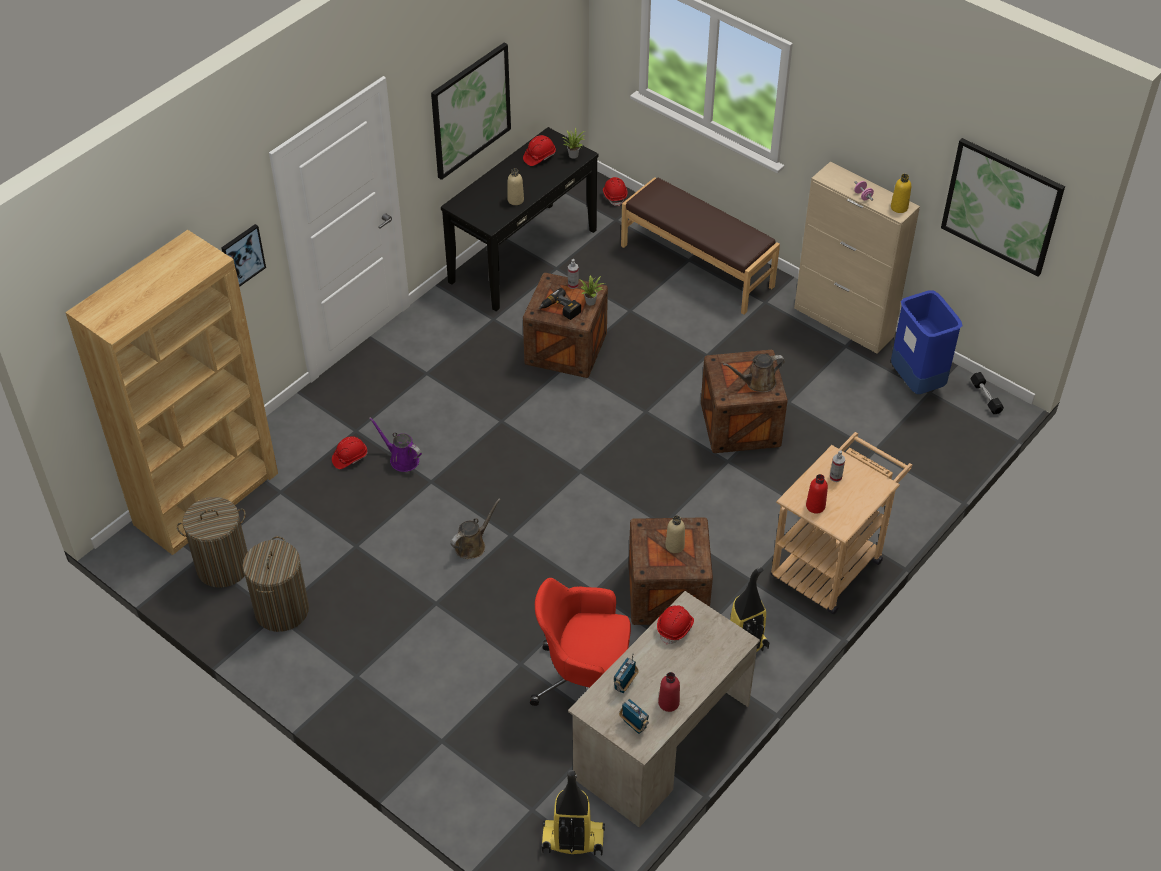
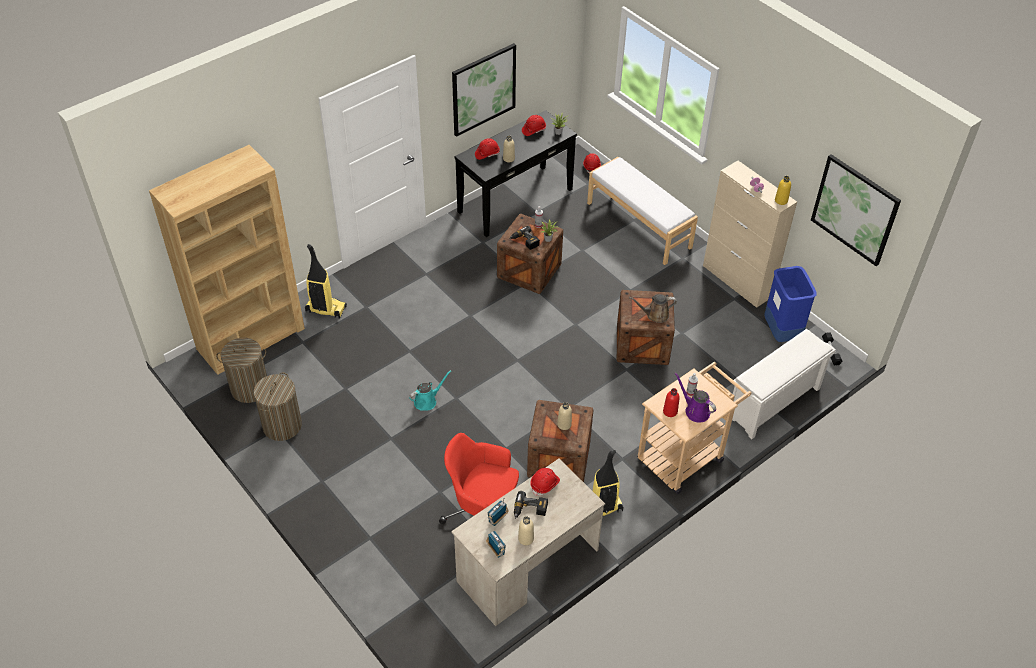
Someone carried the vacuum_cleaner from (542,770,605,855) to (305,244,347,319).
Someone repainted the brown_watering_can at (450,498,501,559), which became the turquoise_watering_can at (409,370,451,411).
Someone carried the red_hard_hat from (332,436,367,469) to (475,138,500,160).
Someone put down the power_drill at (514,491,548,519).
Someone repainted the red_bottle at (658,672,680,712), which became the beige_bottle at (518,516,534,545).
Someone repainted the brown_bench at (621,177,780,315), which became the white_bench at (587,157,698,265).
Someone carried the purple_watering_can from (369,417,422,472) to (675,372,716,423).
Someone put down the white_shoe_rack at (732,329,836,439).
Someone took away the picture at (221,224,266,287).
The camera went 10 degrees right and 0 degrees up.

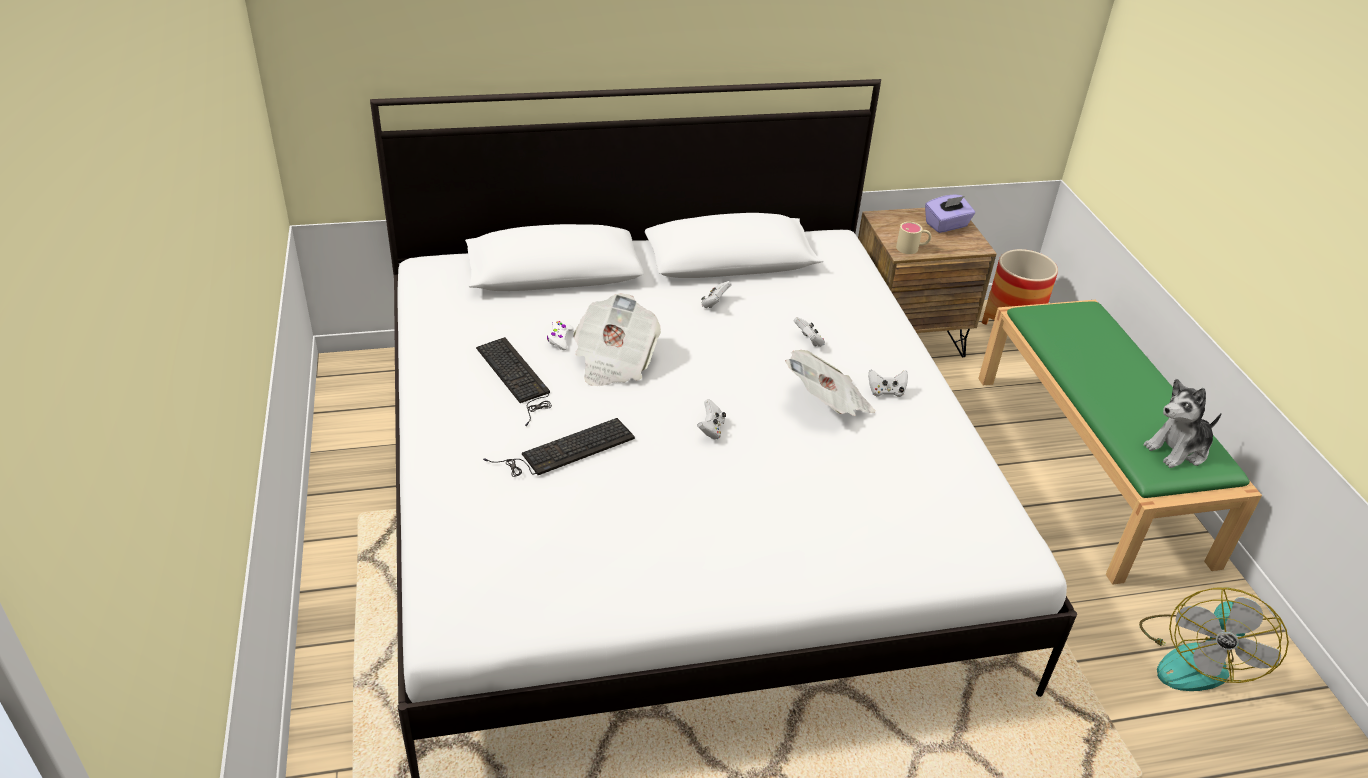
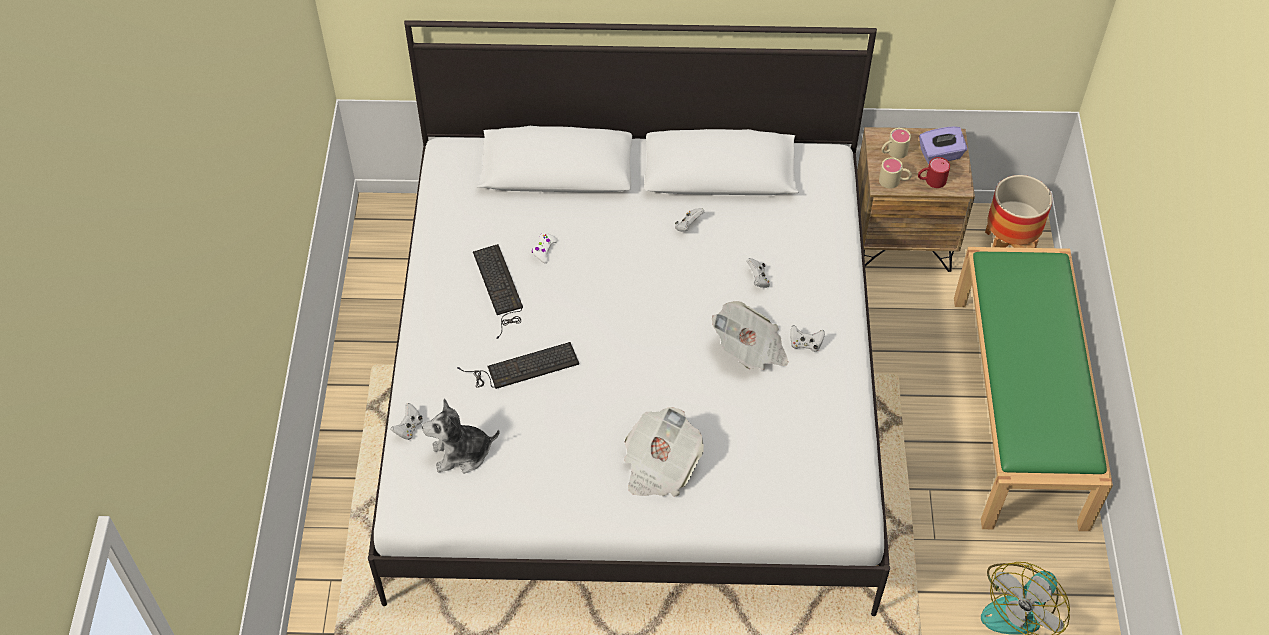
Someone carried the white_game_controller from (697,399,726,439) to (391,403,423,440).
Someone carried the plush_toy from (1143,379,1222,468) to (422,399,500,474).
Someone carried the newspaper from (573,293,661,386) to (624,407,704,497).
Someone put down the beige_mug at (882,128,911,159).
Someone put down the red_mug at (918,157,950,188).
The camera went 15 degrees right and 15 degrees up.

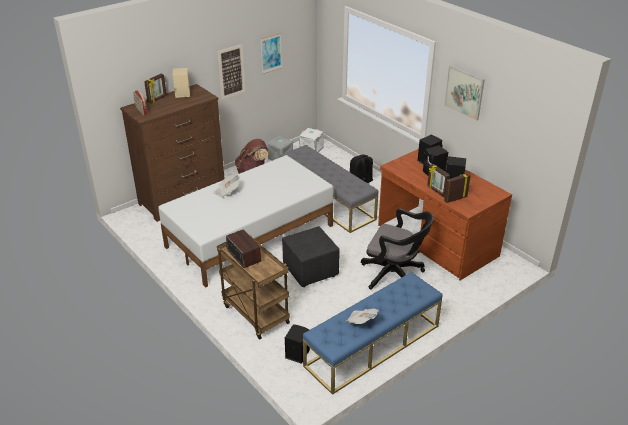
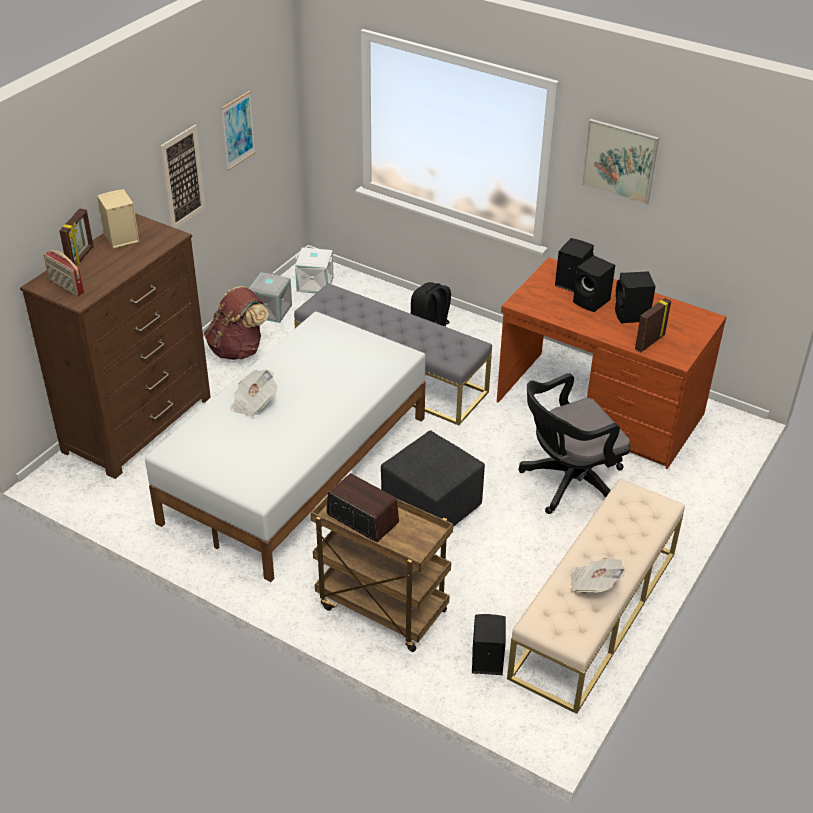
Someone repainted the blue_bench at (303,272,443,395), which became the beige_bench at (507,478,685,714).
Someone rotated the black_office_chair at (361,208,434,289) by 150 degrees clockwise.
Someone took away the picture_frame at (427,164,450,197).
The camera went 20 degrees left and 5 degrees up.

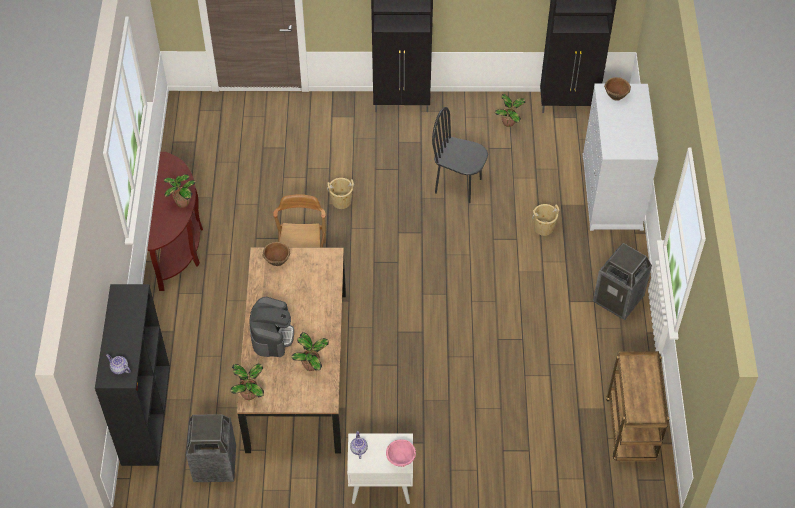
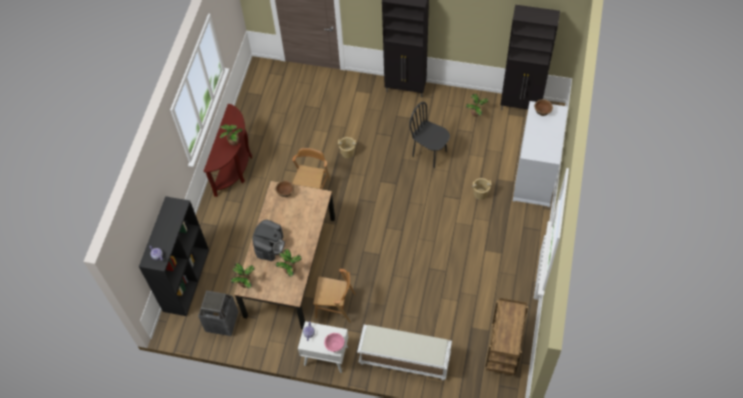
Someone put down the brown_chair at (313,269,356,323).
Someone put down the white_bench at (357,325,452,380).
Someone took away the trash_can at (593,243,652,320).
The camera went 15 degrees right and 5 degrees up.

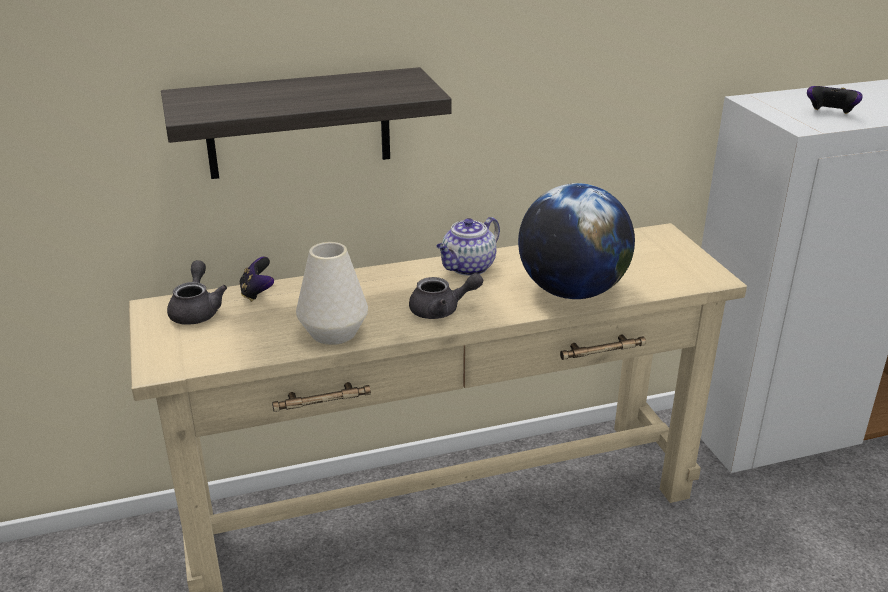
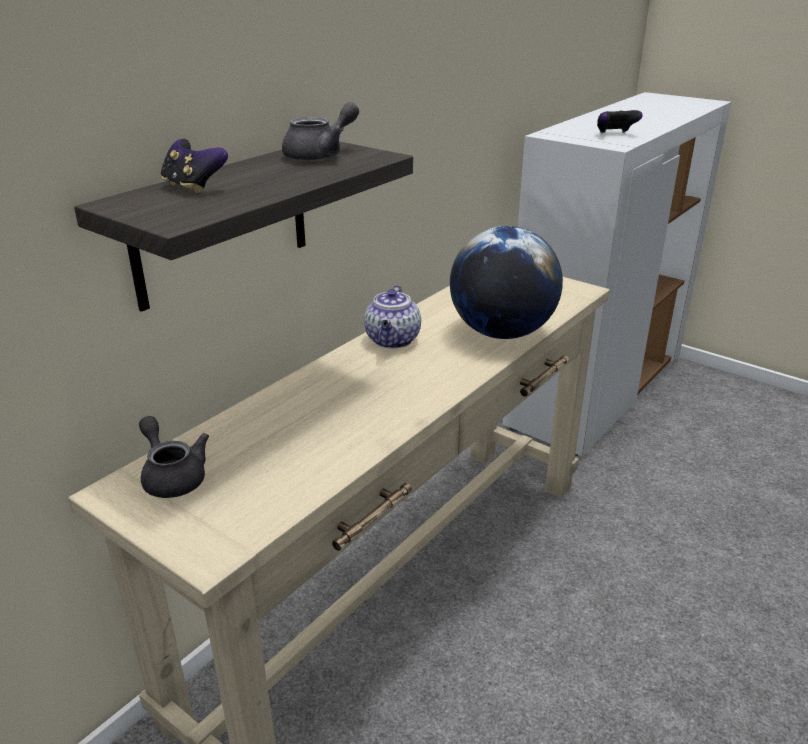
Someone carried the game_controller from (239,257,274,302) to (161,139,228,194).
Someone carried the grey_teapot from (409,273,483,319) to (282,102,359,161).
Someone took away the white_vase at (296,242,368,345).
The camera went 35 degrees left and 0 degrees up.

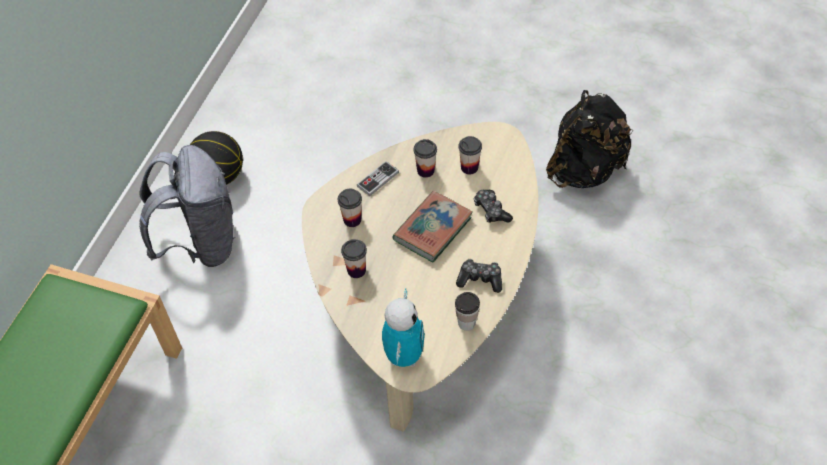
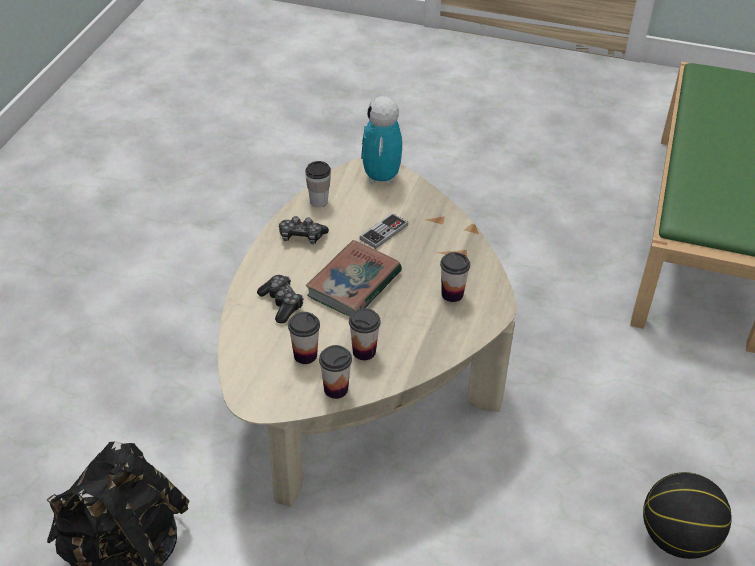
Someone carried the cup from (341,239,367,278) to (319,345,352,399).
Someone carried the game_controller from (357,161,399,196) to (360,213,408,249).
Someone took away the grey_backpack at (139,145,235,267).
The camera went 175 degrees right and 10 degrees down.

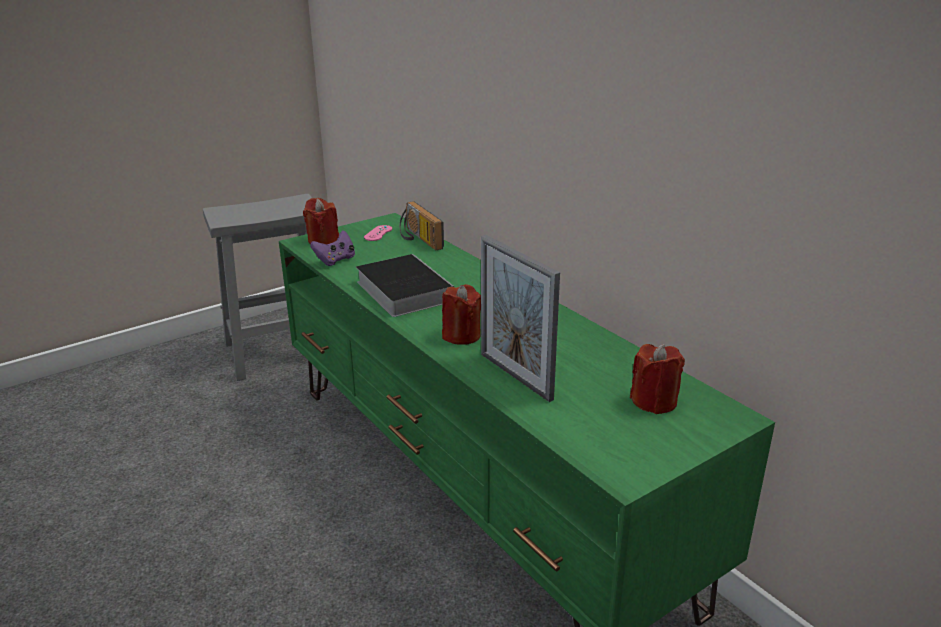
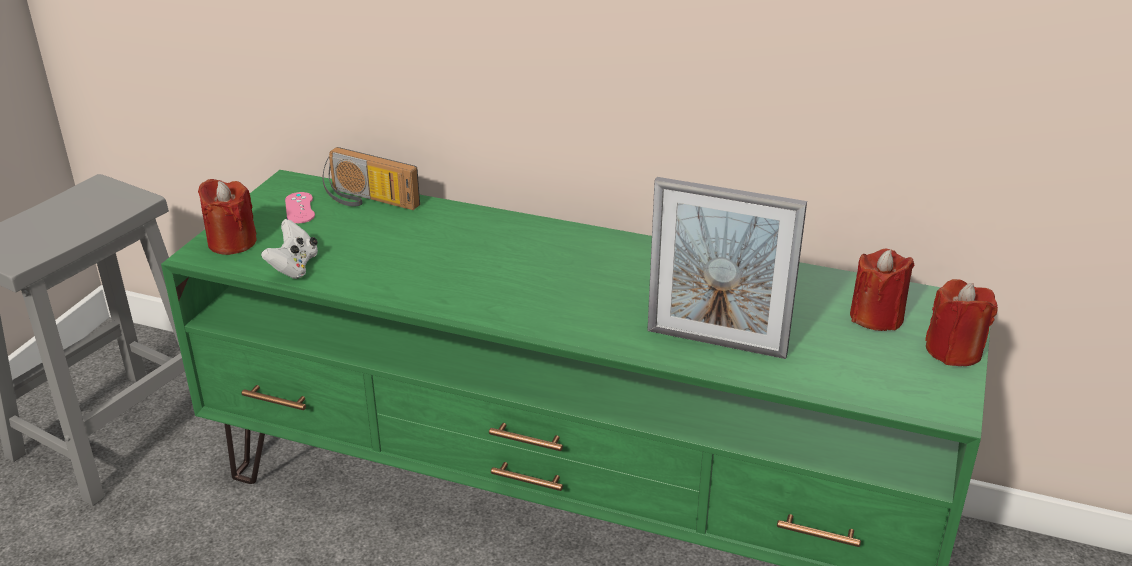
Someone repainted the purple_game_controller at (310,230,355,266), which became the white_game_controller at (261,219,318,279).
Someone carried the red_candle from (442,284,481,345) to (925,279,998,366).
Someone took away the book at (356,254,454,317).
The camera went 35 degrees left and 5 degrees up.

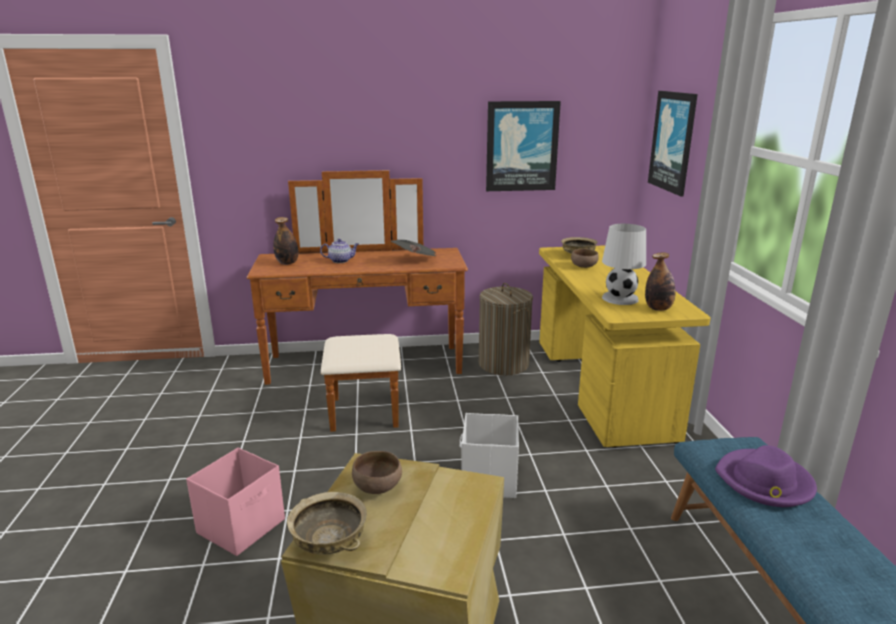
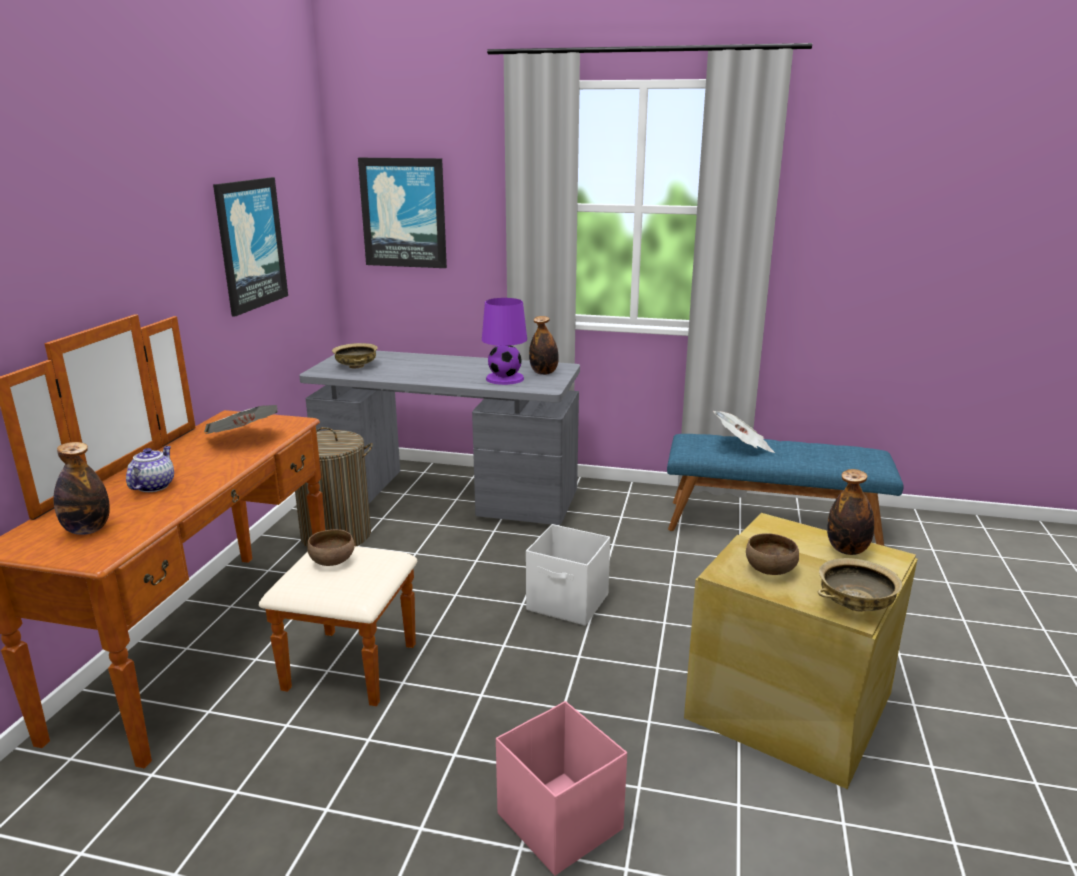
Someone repainted the yellow_desk at (539,245,711,448), which became the grey_desk at (299,351,580,525).
Someone carried the brown_bowl from (571,249,599,268) to (307,529,355,566).
Someone repainted the white_table_lamp at (602,224,646,305), which became the purple_table_lamp at (482,298,527,385).
Someone swapped the purple_hat at (715,445,817,507) for the newspaper at (713,411,775,453).
Someone put down the bottle at (827,469,874,555).
The camera went 70 degrees left and 0 degrees up.

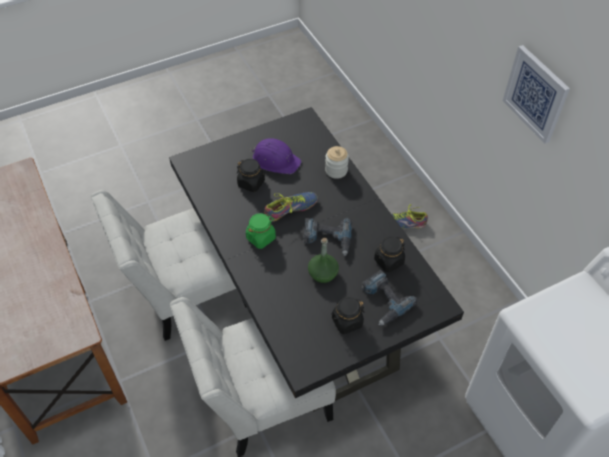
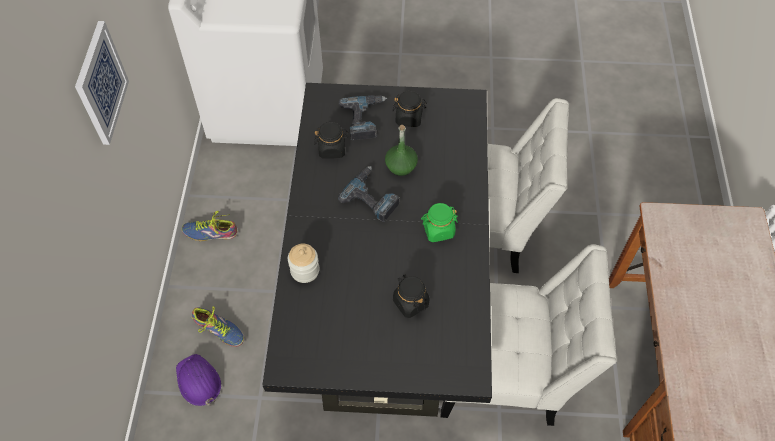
Someone carried the purple_hard_hat from (250,138,301,174) to (176,354,221,406).
Someone carried the shoe from (264,192,318,222) to (182,211,237,241).
The camera went 150 degrees left and 5 degrees up.

